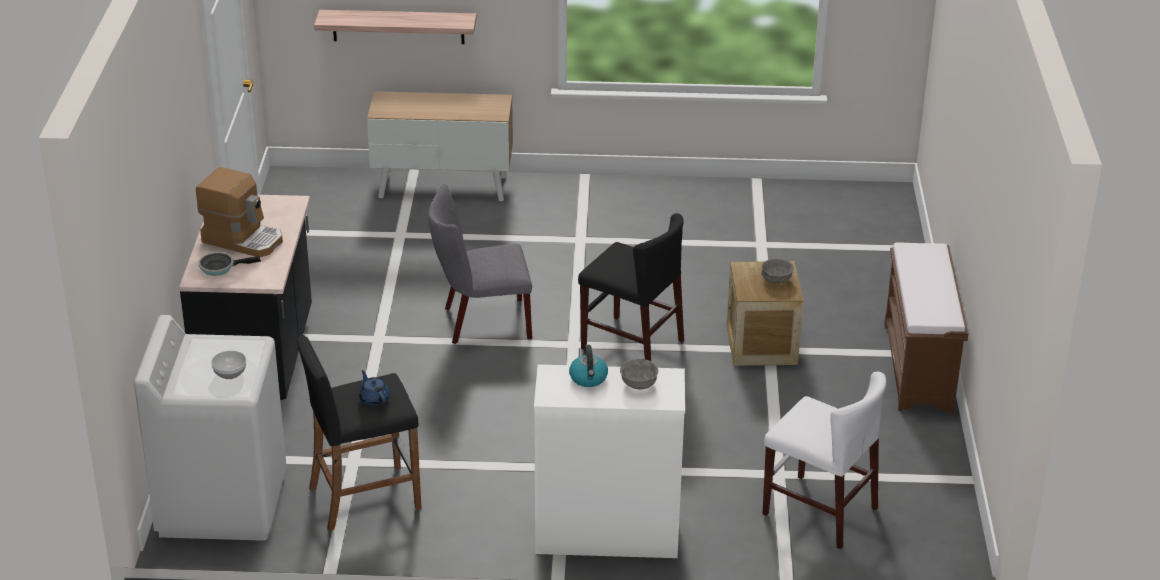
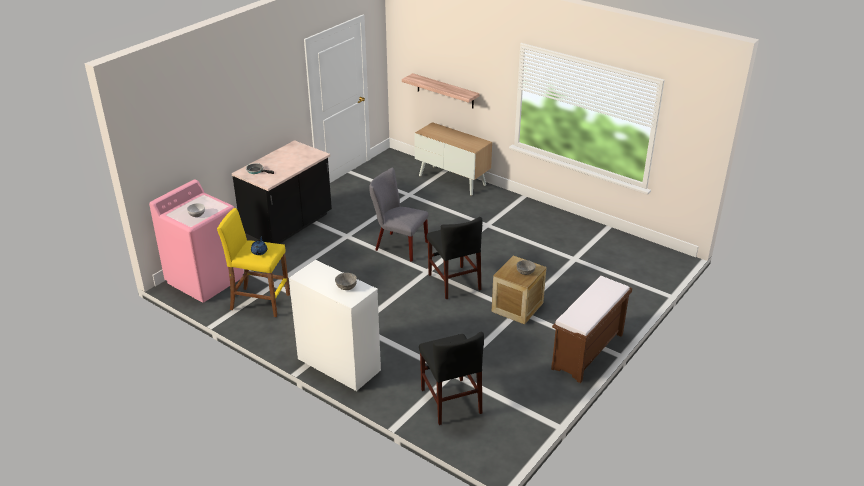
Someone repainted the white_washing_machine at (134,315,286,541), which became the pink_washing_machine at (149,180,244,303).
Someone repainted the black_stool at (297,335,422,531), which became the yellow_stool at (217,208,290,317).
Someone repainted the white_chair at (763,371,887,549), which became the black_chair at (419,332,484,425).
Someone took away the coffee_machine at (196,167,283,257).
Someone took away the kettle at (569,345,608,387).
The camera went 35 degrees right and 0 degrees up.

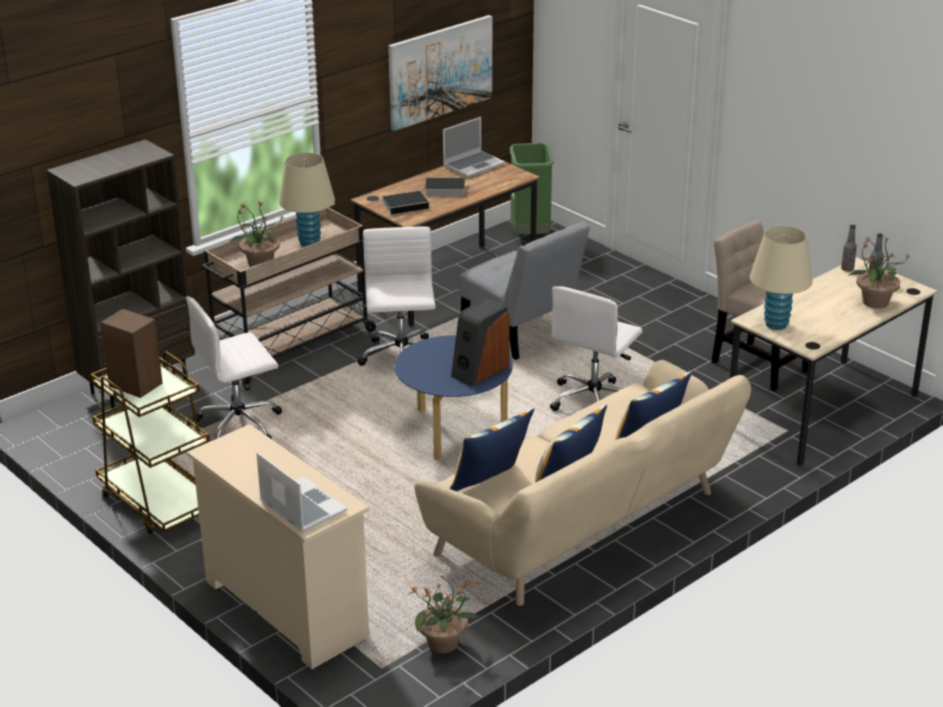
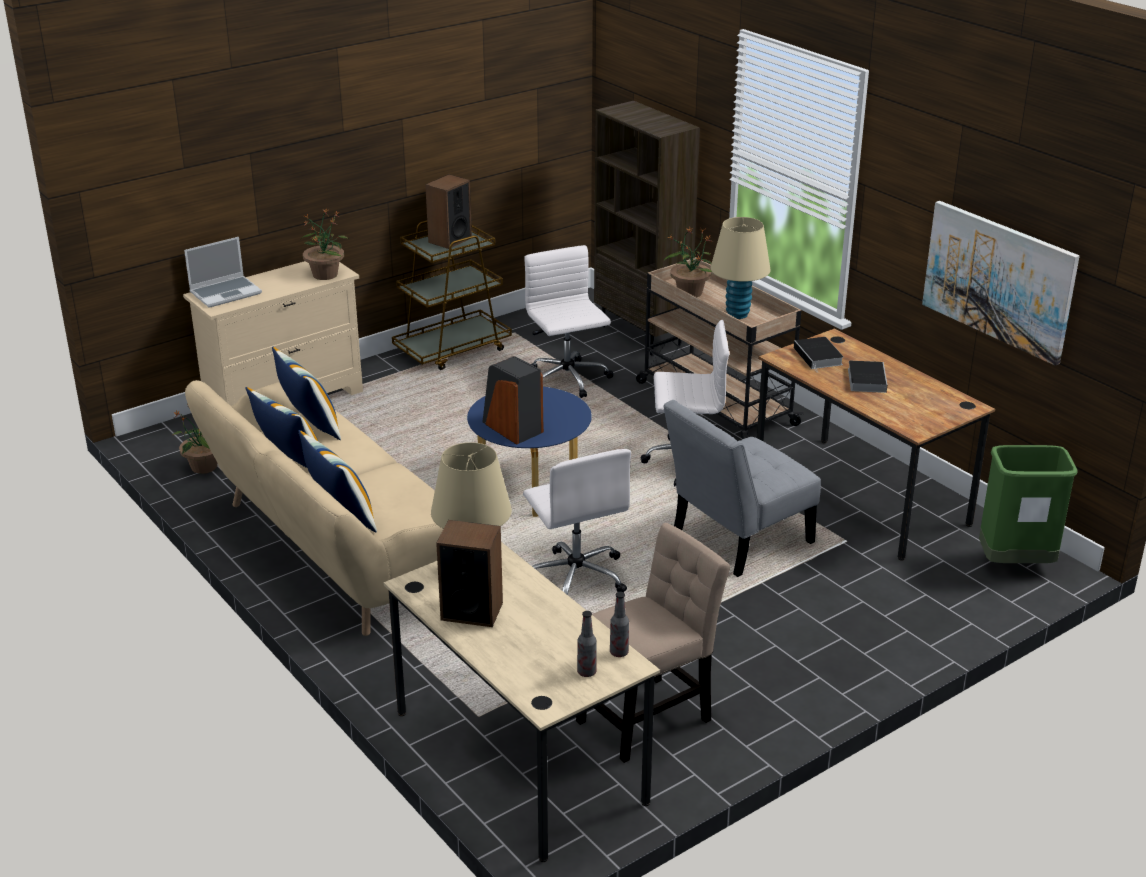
Someone carried the potted_plant from (848,236,909,309) to (301,209,347,280).
Someone put down the speaker at (436,520,503,627).
Someone rotated the white_office_chair at (550,286,643,411) by 150 degrees counterclockwise.
Someone took away the laptop at (443,117,505,177).
The camera went 95 degrees right and 0 degrees up.

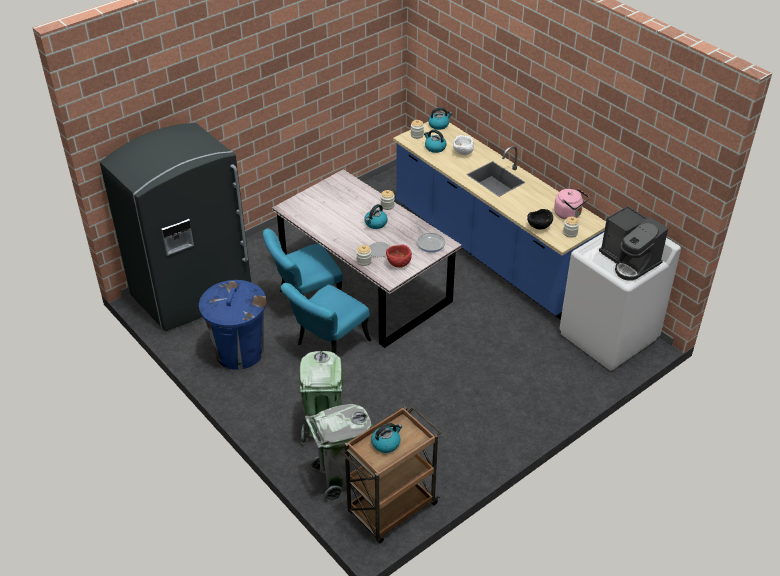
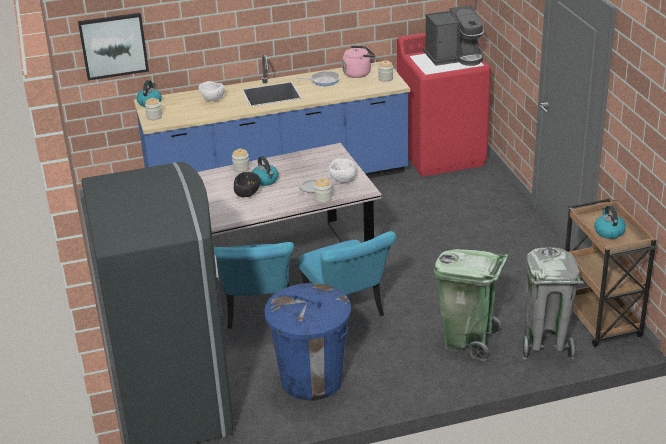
Someone put up the picture at (78,13,149,81).
Someone carried the black_bowl from (527,209,553,230) to (234,172,260,197).
Someone carried the frying_pan from (416,225,445,253) to (296,71,340,86).
Someone repainted the red_bowl at (386,245,412,268), which became the white_bowl at (329,158,356,183).
Someone repainted the white_washing_machine at (560,233,681,371), which became the red_washing_machine at (397,33,491,177).
Someone took away the kettle at (424,130,447,153).
The camera went 65 degrees left and 10 degrees down.

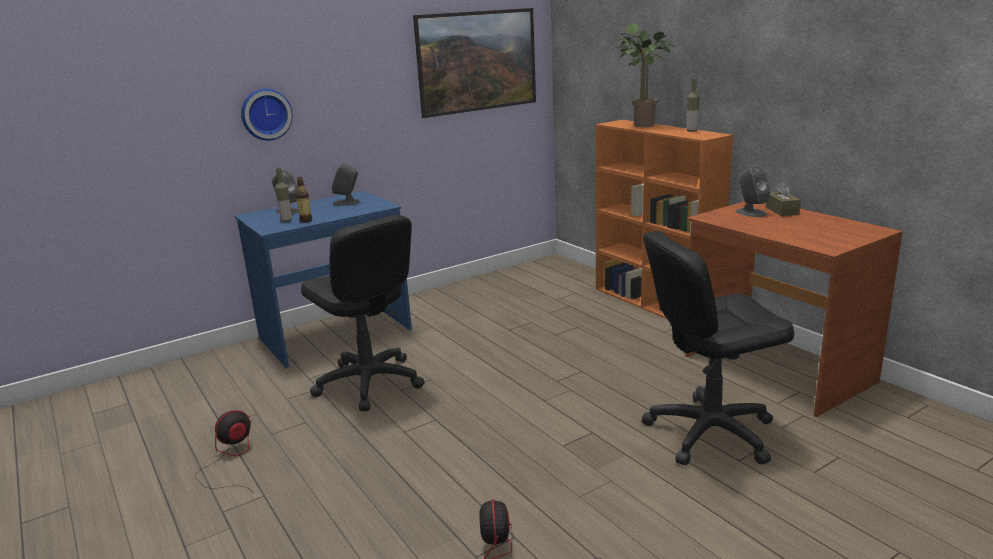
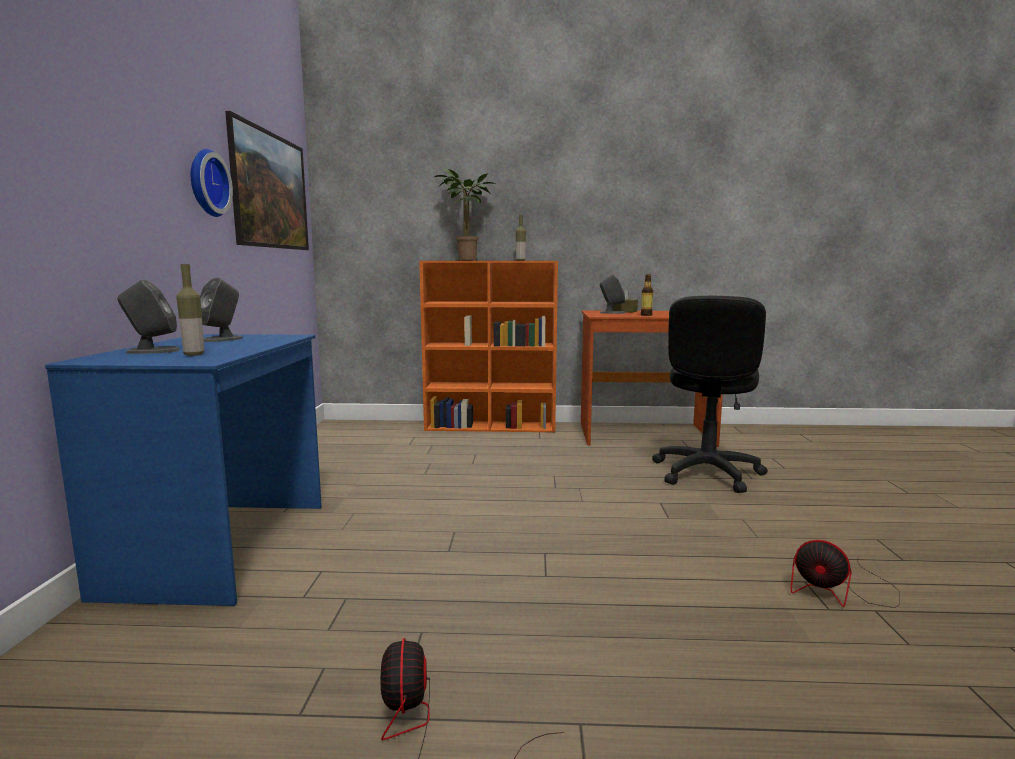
Someone carried the wall_clock from (241,88,293,141) to (191,149,233,217).
Someone carried the bottle from (296,177,312,223) to (641,274,653,316).
Someone took away the black_office_chair at (301,215,425,411).
The camera went 55 degrees left and 10 degrees down.

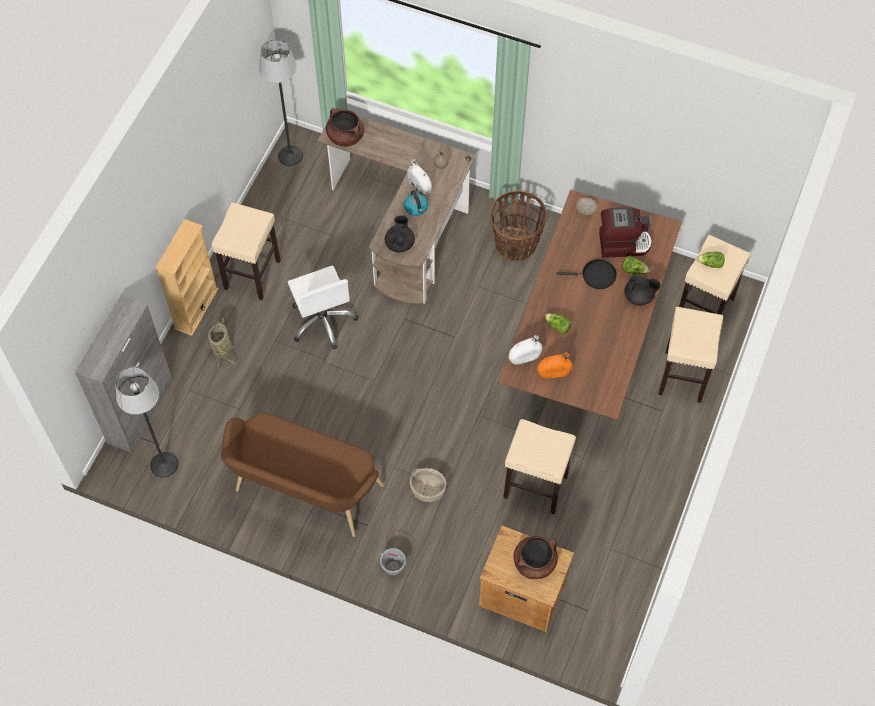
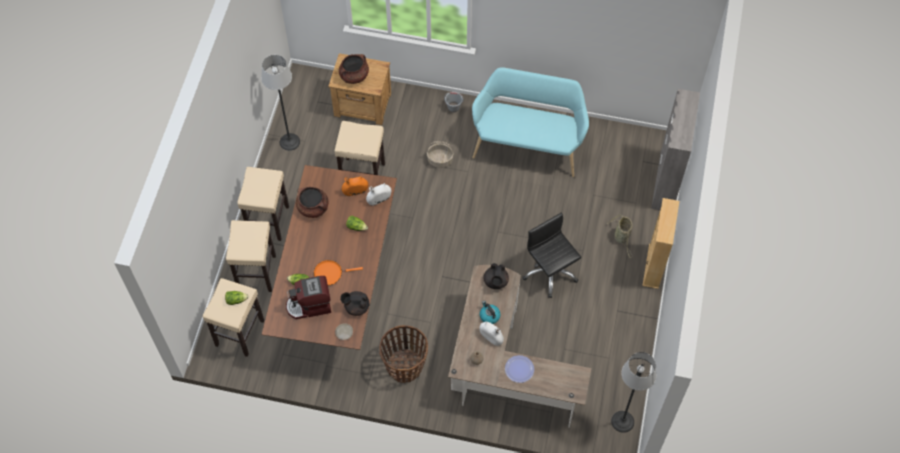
Someone carried the beige_stool from (211,202,281,300) to (237,167,289,241).
Someone carried the floor_lamp from (115,367,179,477) to (261,55,300,151).
Someone carried the brown_cooking_pot from (326,108,364,147) to (296,187,328,218).
Someone repainted the black_frying_pan at (557,259,617,289), which became the orange_frying_pan at (314,260,363,286).
Someone carried the black_teapot from (624,274,660,306) to (340,291,369,316).
Someone repainted the brown_bench at (221,412,384,537), which became the turquoise_bench at (472,67,589,177).
Someone put down the plate at (505,355,534,383).
Someone repainted the white_office_chair at (288,265,358,350), which became the black_office_chair at (523,213,581,298).
The camera went 170 degrees right and 0 degrees up.

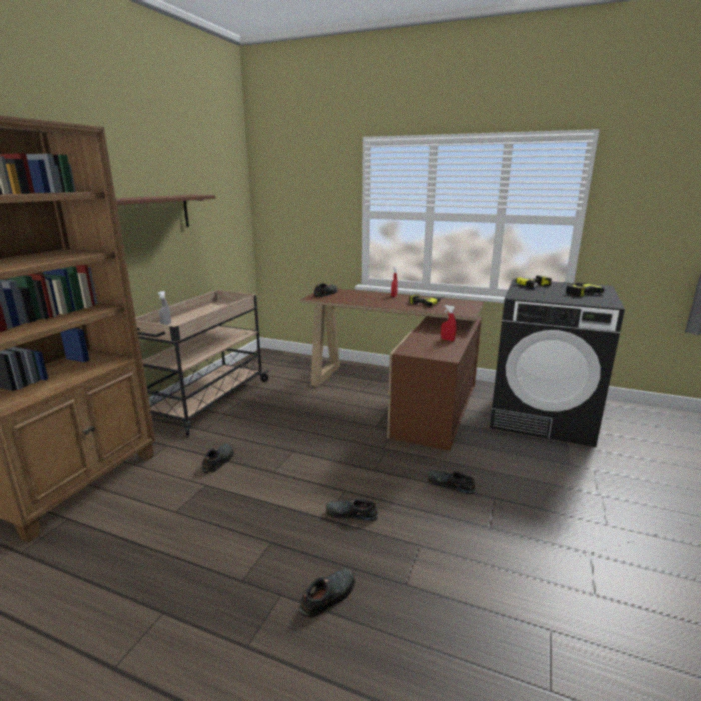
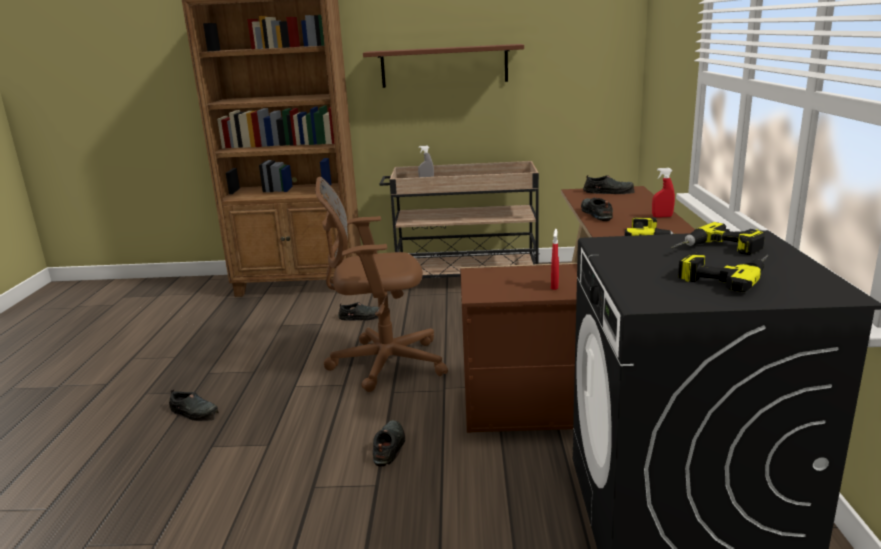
Someone put down the brown_office_chair at (315,177,448,392).
Someone carried the black_shoe from (326,499,378,521) to (581,198,613,221).
The camera went 70 degrees right and 0 degrees up.

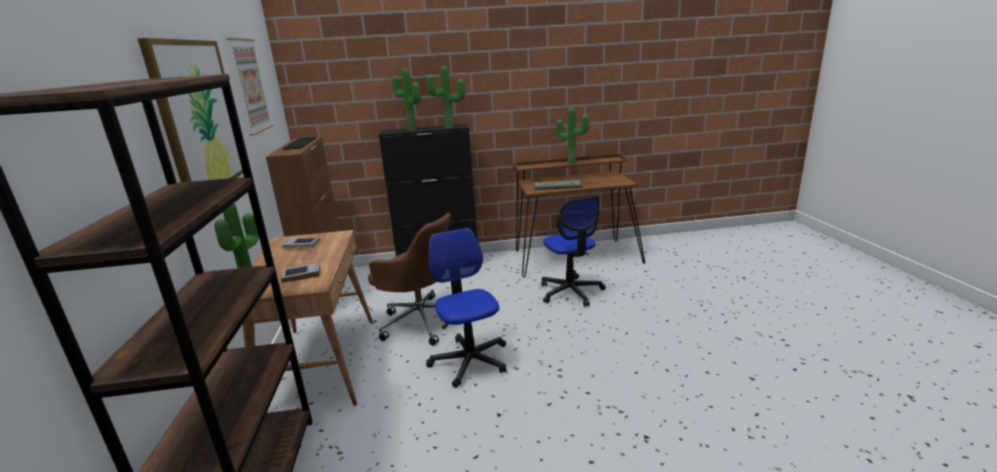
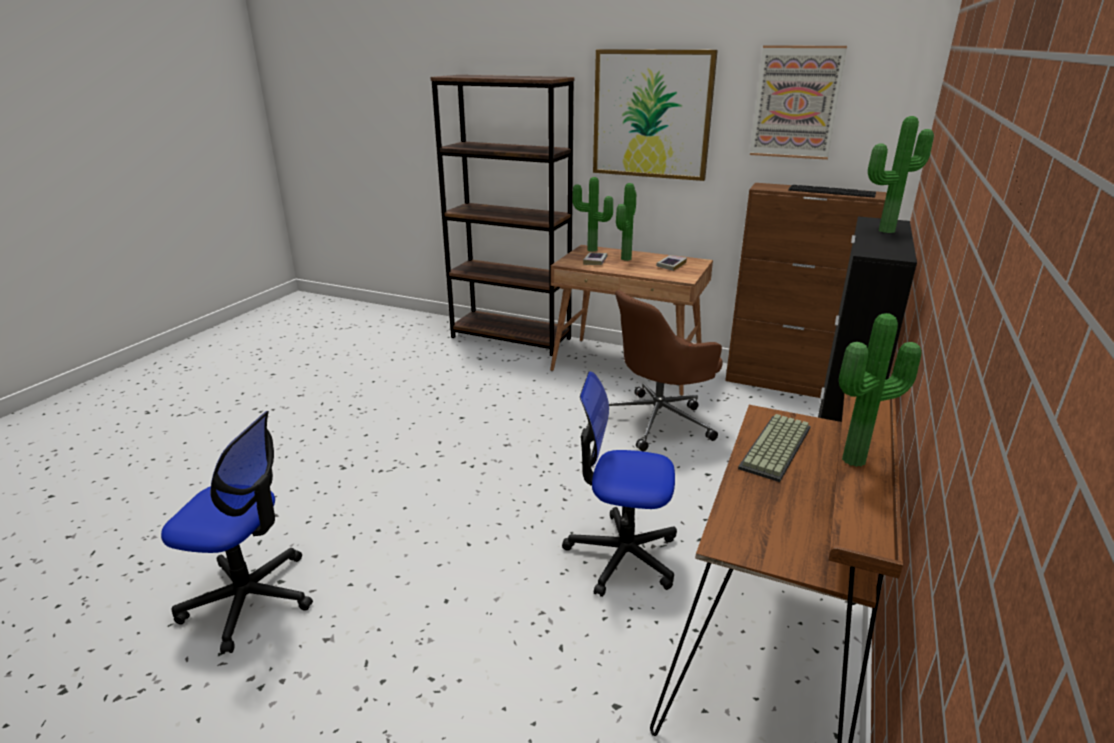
Someone carried the office_chair from (426,228,507,388) to (161,411,313,654).
Someone carried the potted_plant from (426,66,465,129) to (616,183,636,261).
The camera went 120 degrees right and 5 degrees up.

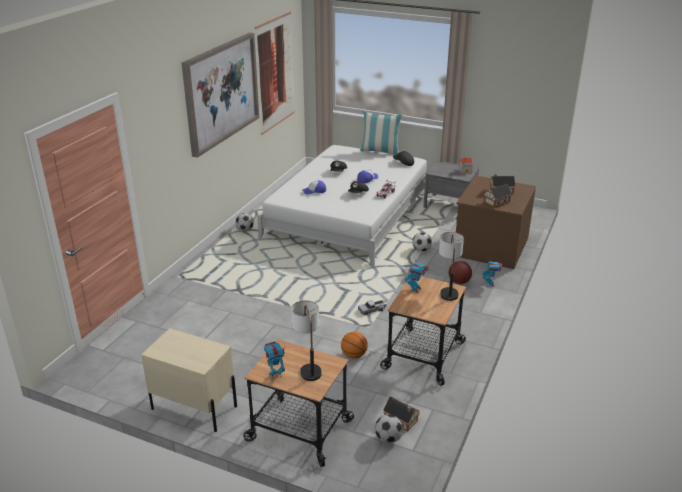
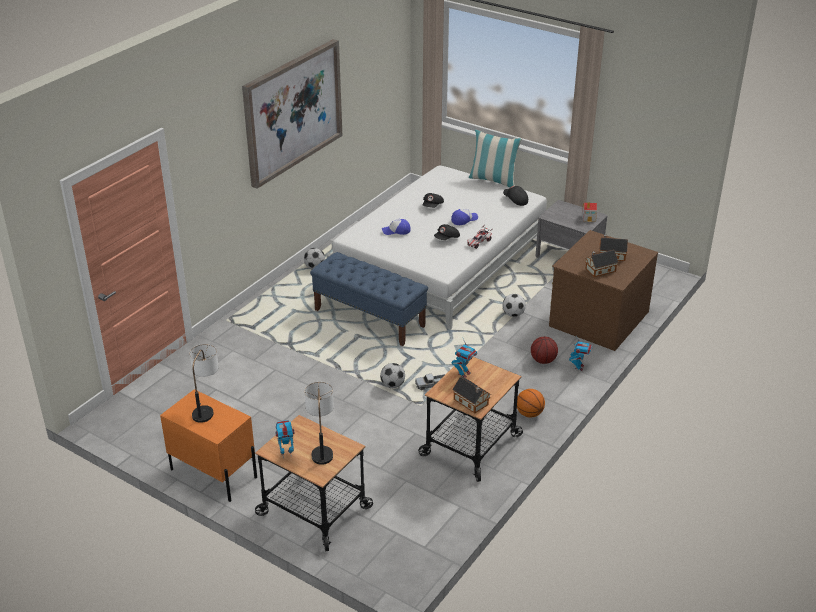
Someone repainted the beige_nightstand at (141,328,237,432), which became the orange_nightstand at (160,389,257,502).
Someone carried the table_lamp from (439,232,464,301) to (190,344,219,423).
Someone put down the blue_bench at (310,252,428,346).
Someone carried the football from (375,414,403,443) to (380,363,405,388).
Someone carried the toy_house from (383,397,420,432) to (452,376,491,413).
Someone carried the basketball from (341,332,368,359) to (517,389,545,418).
Someone took away the picture at (255,11,294,135).
The camera went 10 degrees right and 5 degrees up.

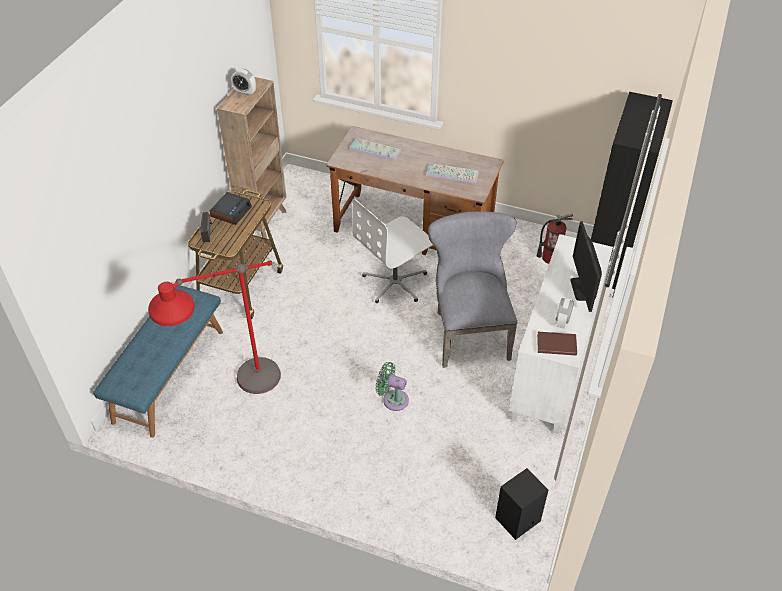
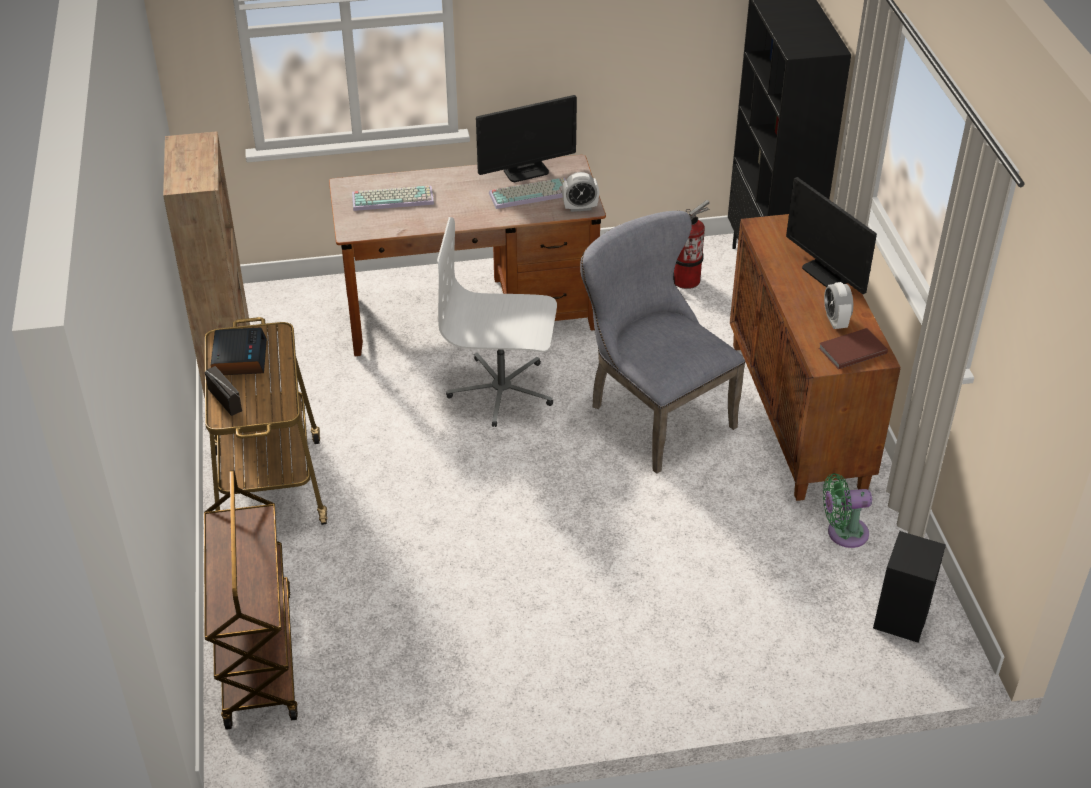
Someone swapped the blue_bench at (93,286,223,438) for the brown_cart at (204,470,298,730).
Someone rotated the white_office_chair at (352,199,433,303) by 75 degrees clockwise.
Someone put down the monitor at (476,95,577,182).
Someone carried the alarm_clock from (231,69,256,96) to (562,172,599,212).
Someone repainted the white_cabinet at (509,234,613,434), which became the brown_cabinet at (730,214,901,501).
Someone carried the green_fan from (376,362,409,411) to (823,473,872,548).
Someone took away the red_floor_lamp at (148,260,281,394).
The camera went 30 degrees left and 5 degrees down.

